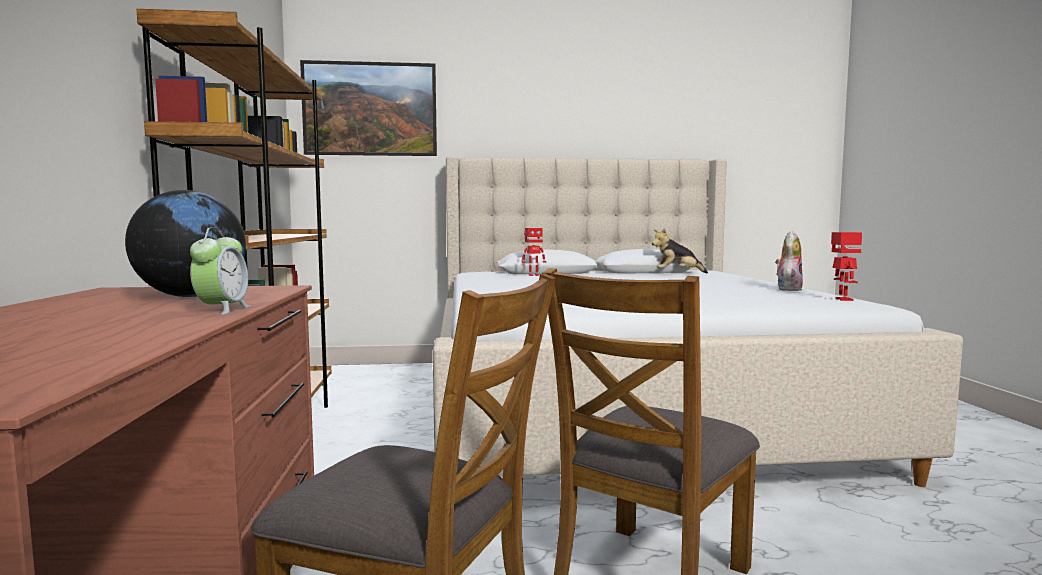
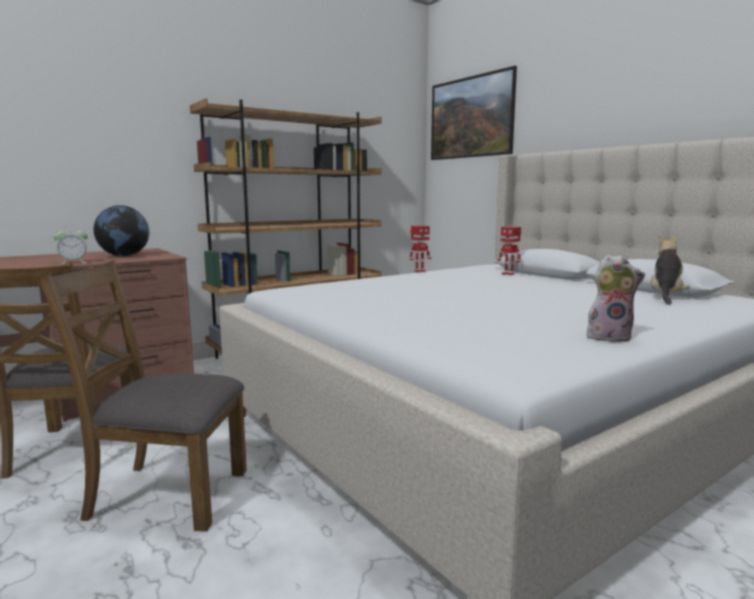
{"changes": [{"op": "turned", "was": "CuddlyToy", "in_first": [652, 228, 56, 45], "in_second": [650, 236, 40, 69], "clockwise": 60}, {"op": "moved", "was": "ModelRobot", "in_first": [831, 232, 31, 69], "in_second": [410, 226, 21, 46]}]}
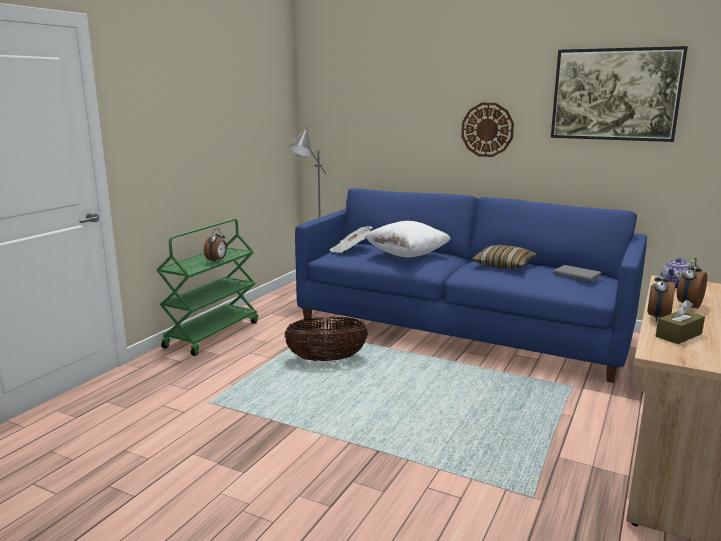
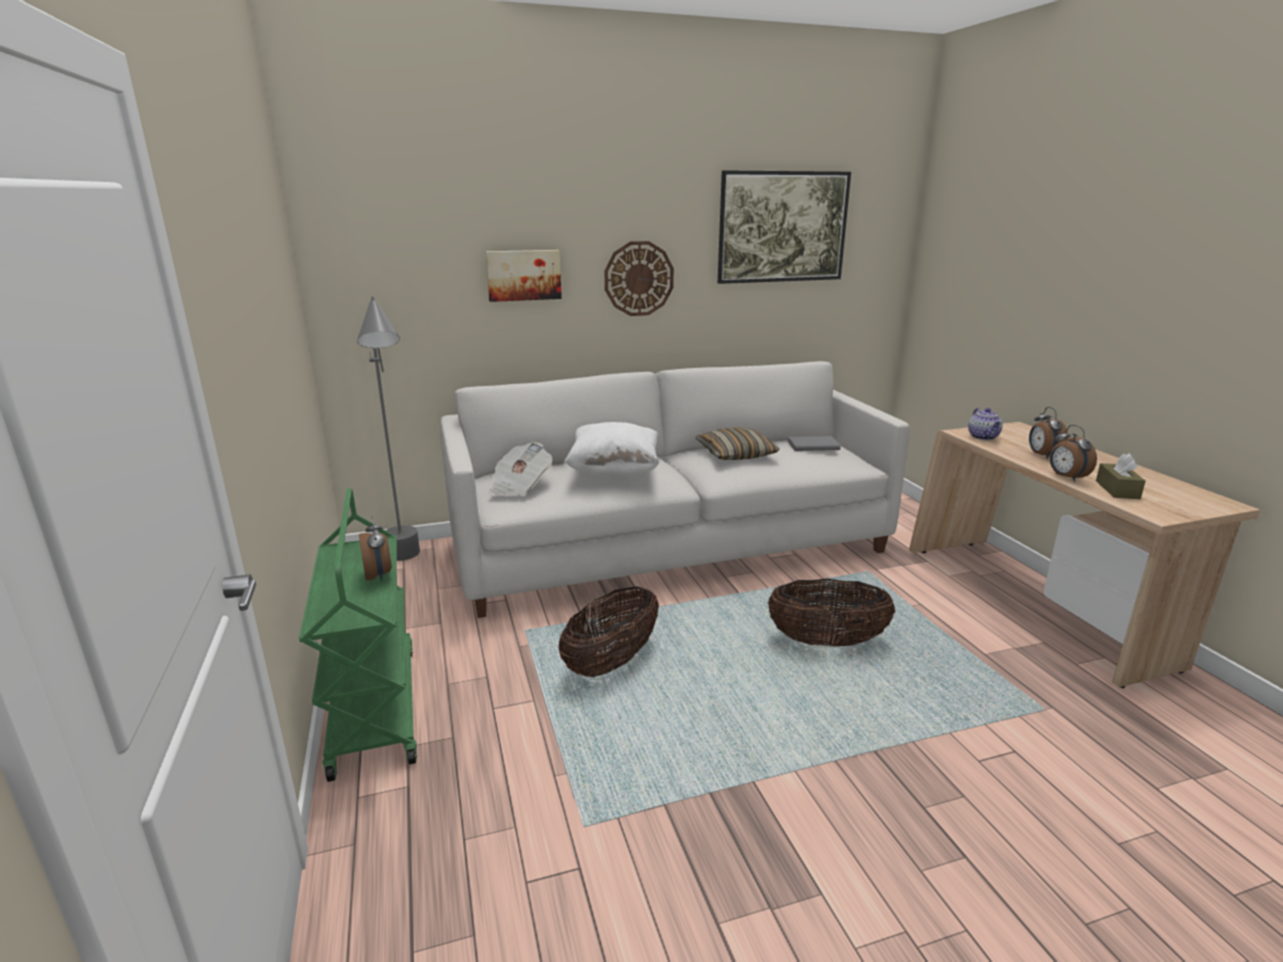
{"changes": [{"op": "recoloured", "was": "BluishCouch", "now": "WhiteCouch", "in_first": [295, 188, 352, 195], "in_second": [440, 361, 470, 257]}, {"op": "added", "now": "Picture", "in_second": [485, 250, 77, 52]}, {"op": "added", "now": "Basket", "in_second": [768, 579, 128, 68]}]}
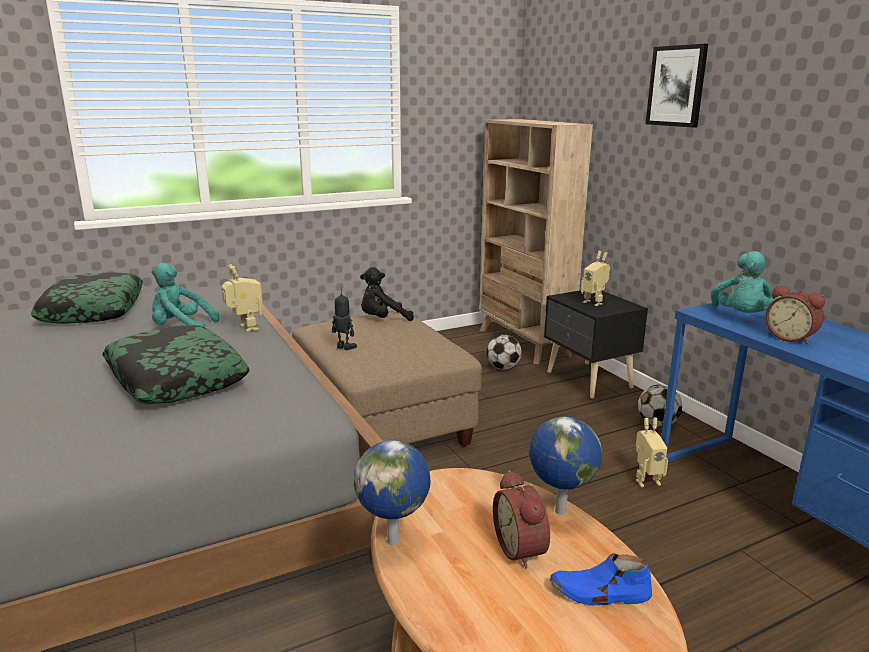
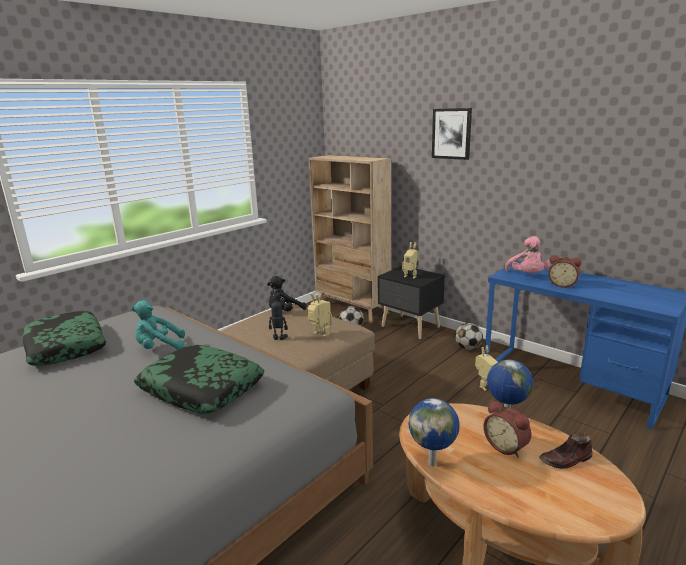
{"changes": [{"op": "moved", "was": "ModelRobot", "in_first": [221, 264, 42, 68], "in_second": [307, 293, 25, 44]}, {"op": "recoloured", "was": "BluishShoe", "now": "BrownColouredShoe", "in_first": [550, 553, 102, 53], "in_second": [539, 433, 54, 36]}, {"op": "recoloured", "was": "TurquoiseColouredCuddlyToy", "now": "PinkishCuddlyToy", "in_first": [711, 251, 70, 62], "in_second": [505, 236, 46, 37]}]}
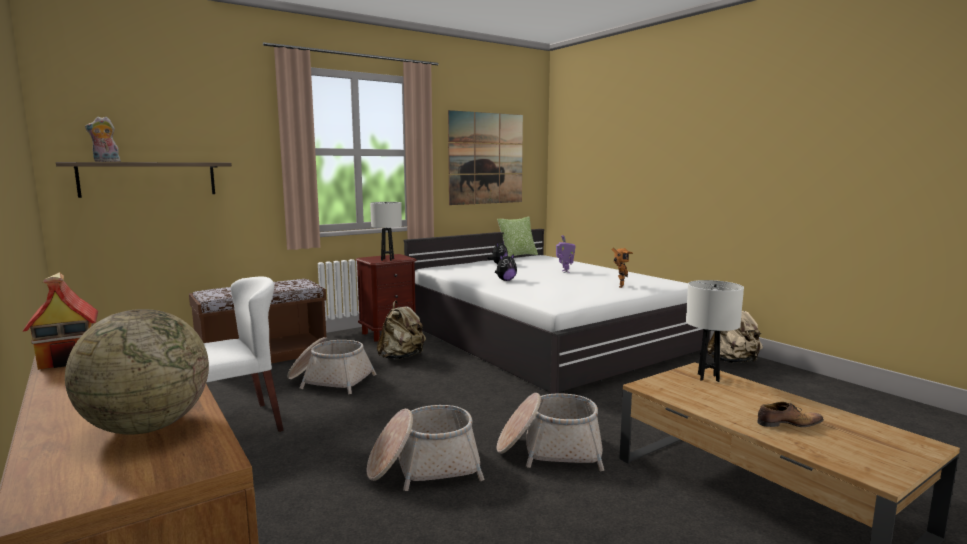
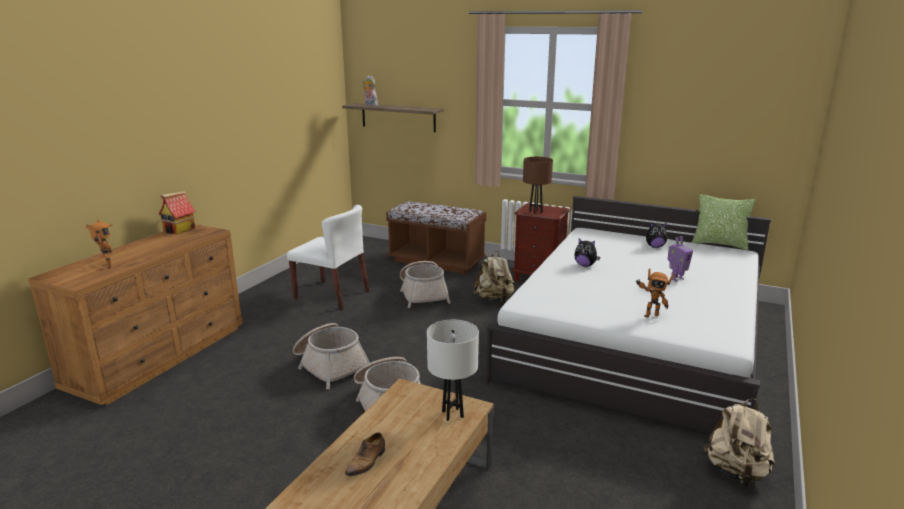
{"changes": [{"op": "replaced", "was": "Globe", "now": "ModelRobot", "in_first": [65, 309, 144, 126], "in_second": [85, 220, 28, 49]}, {"op": "recoloured", "was": "WhiteLampForATable", "now": "BrownColouredLampForATable", "in_first": [370, 202, 32, 59], "in_second": [523, 157, 30, 57]}, {"op": "removed", "was": "Picture", "in_first": [448, 110, 75, 95]}, {"op": "turned", "was": "Shoe", "in_first": [757, 402, 67, 25], "in_second": [345, 432, 40, 48], "clockwise": 60}]}
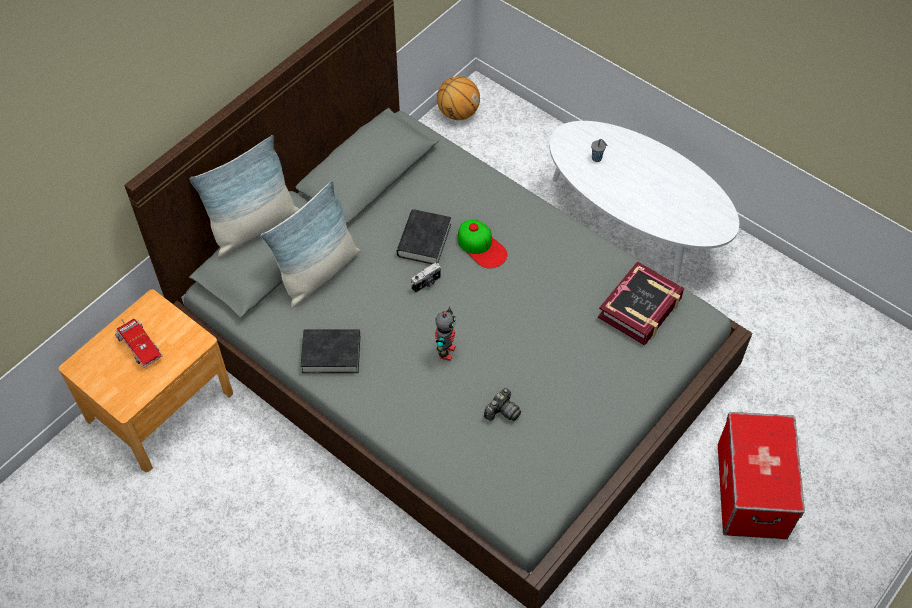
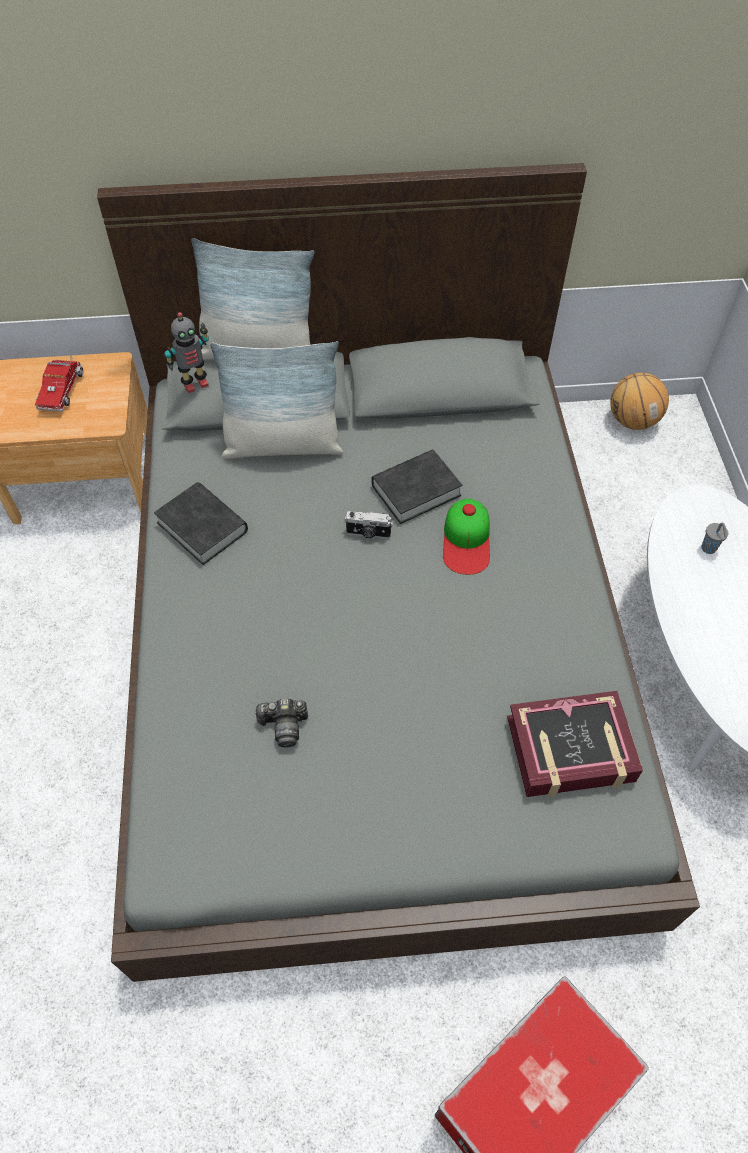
{"changes": [{"op": "moved", "was": "ModelRobot", "in_first": [435, 307, 21, 54], "in_second": [165, 312, 44, 81]}]}
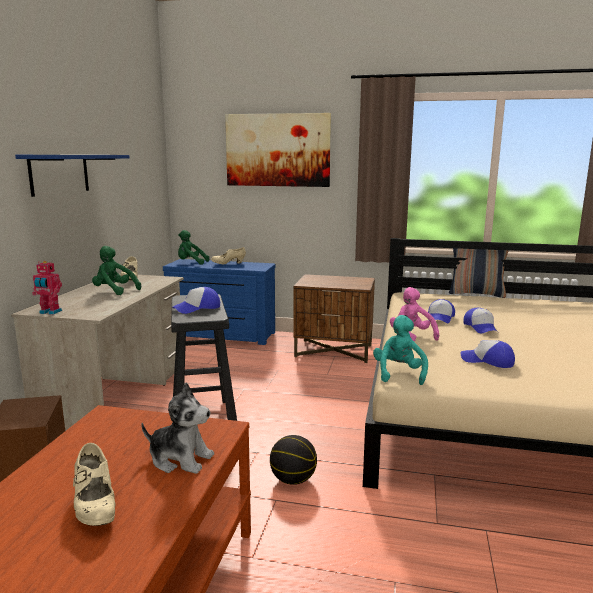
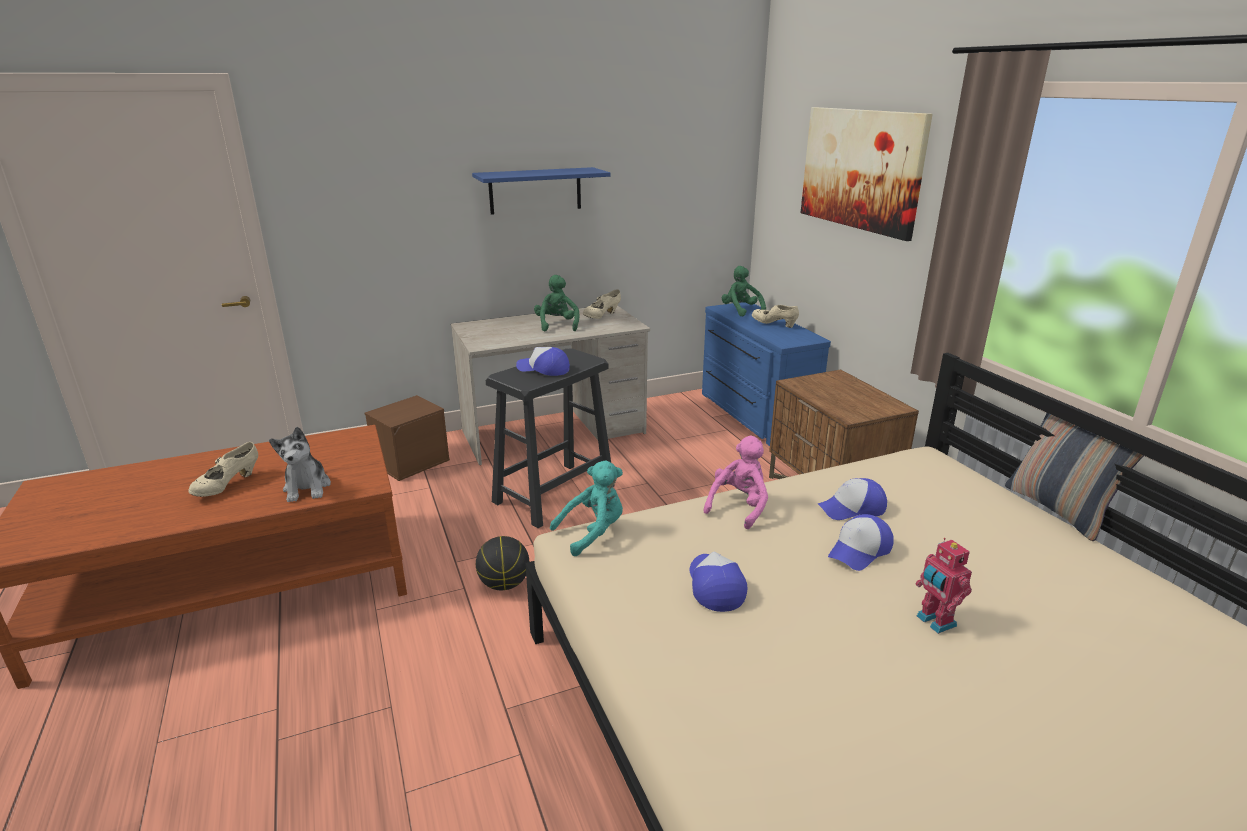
{"changes": [{"op": "moved", "was": "ModelRobot", "in_first": [32, 261, 30, 54], "in_second": [915, 538, 57, 96]}]}
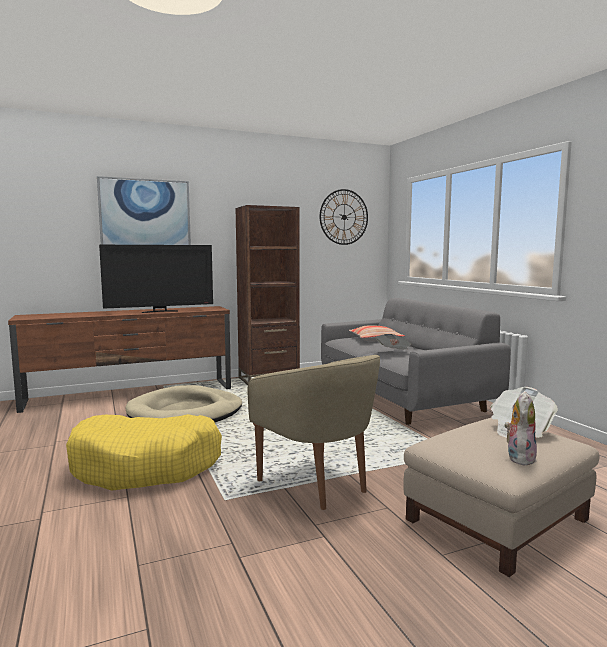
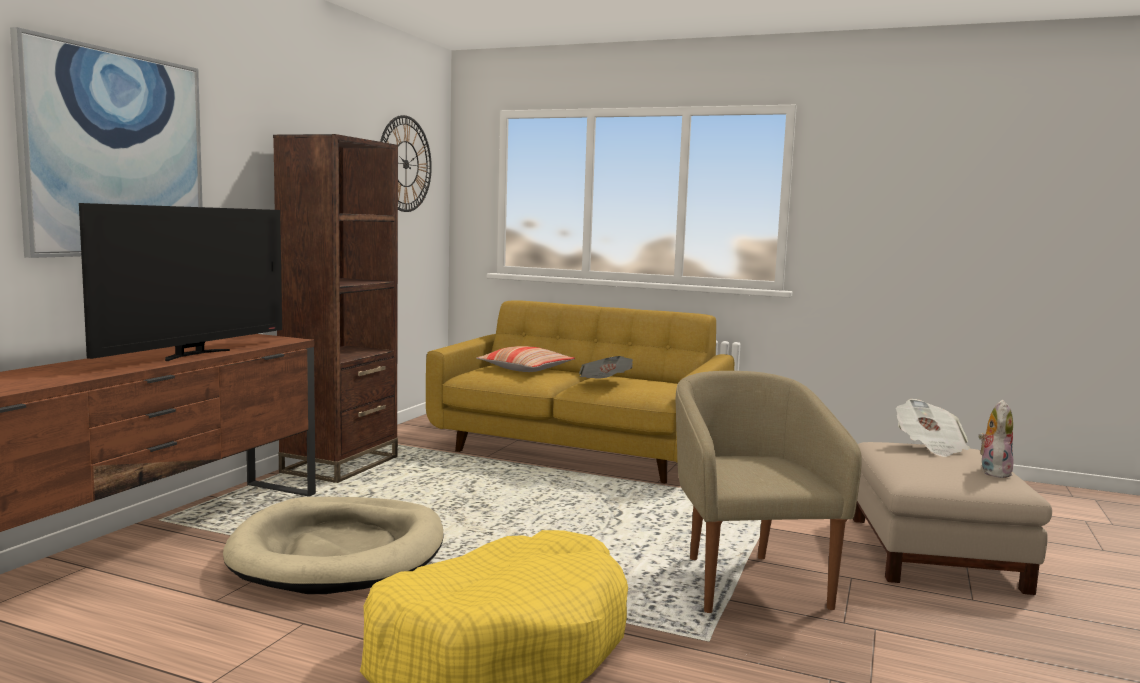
{"changes": [{"op": "turned", "was": "BeigeColouredEasyChair", "in_first": [248, 355, 132, 155], "in_second": [675, 371, 187, 242], "clockwise": -105}, {"op": "recoloured", "was": "GreyishCouch", "now": "YellowColouredCouch", "in_first": [321, 298, 190, 127], "in_second": [426, 300, 308, 183]}, {"op": "turned", "was": "CuddlyToy", "in_first": [504, 391, 33, 74], "in_second": [979, 400, 34, 78], "clockwise": 45}]}
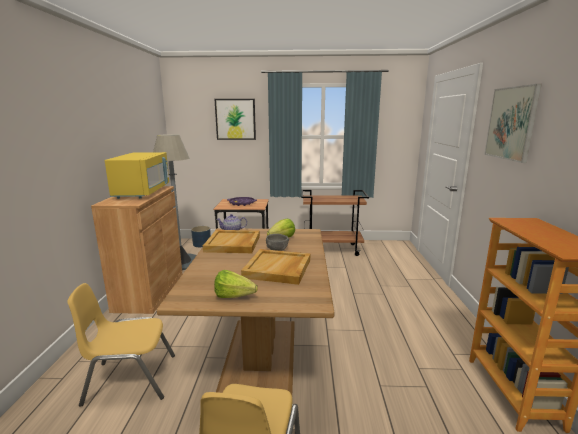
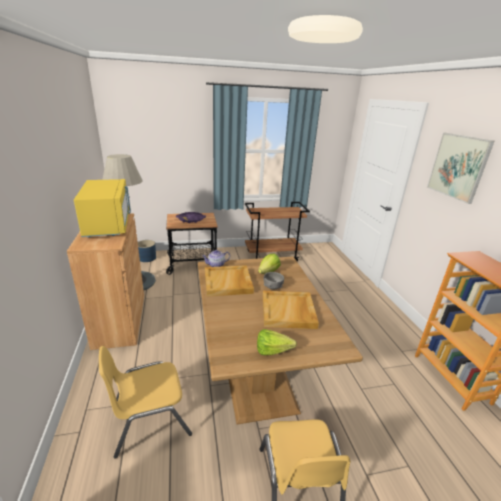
{"changes": [{"op": "removed", "was": "Picture", "in_first": [215, 99, 41, 41]}]}
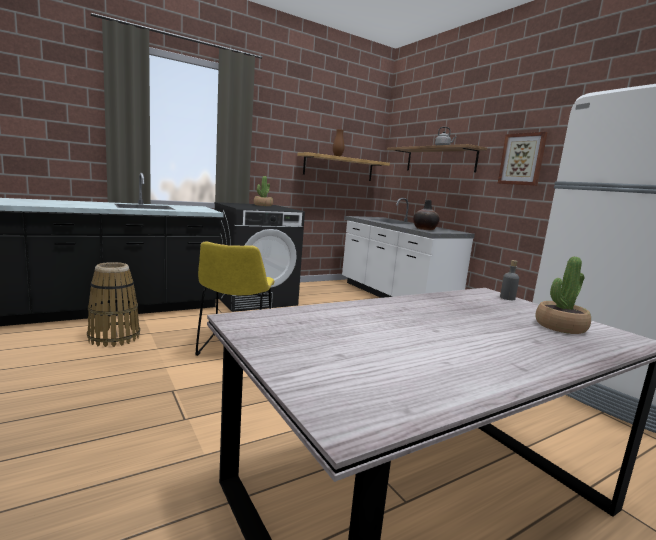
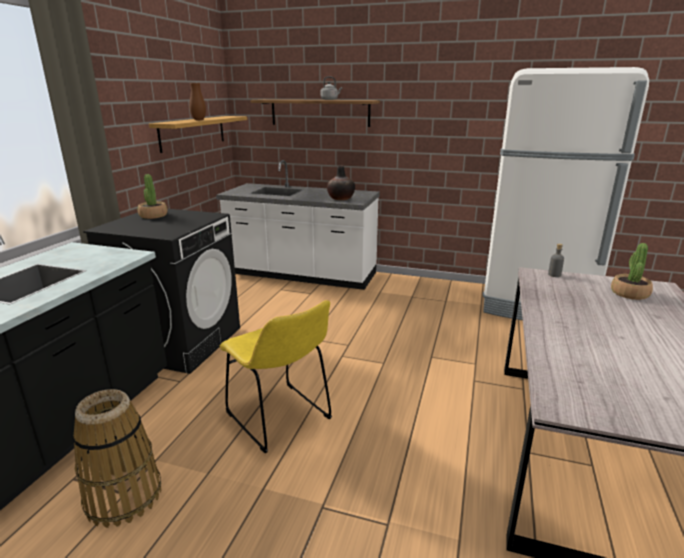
{"changes": [{"op": "removed", "was": "Picture", "in_first": [498, 132, 50, 54]}]}
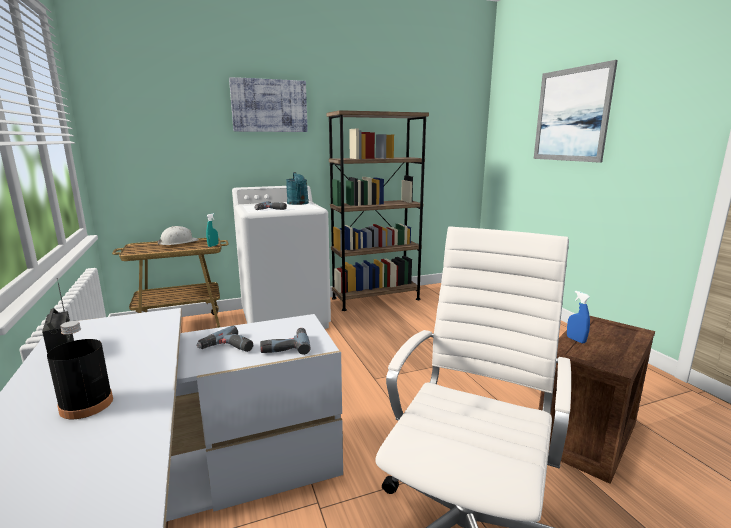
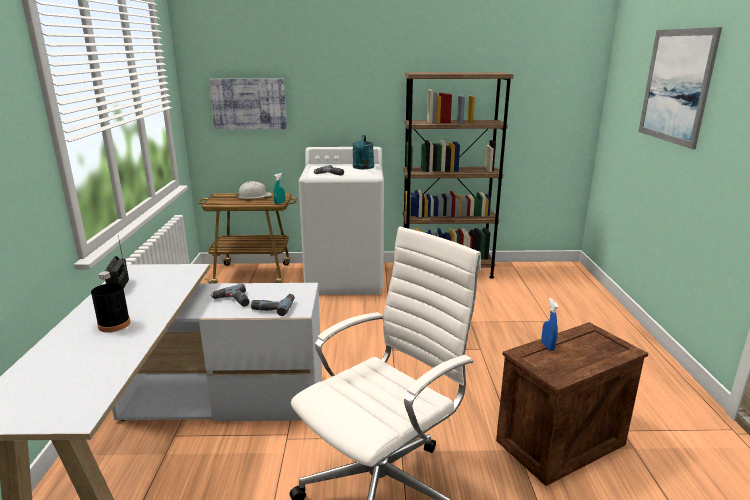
{"changes": [{"op": "moved", "was": "Picture", "in_first": [229, 77, 79, 55], "in_second": [209, 79, 78, 50]}]}
